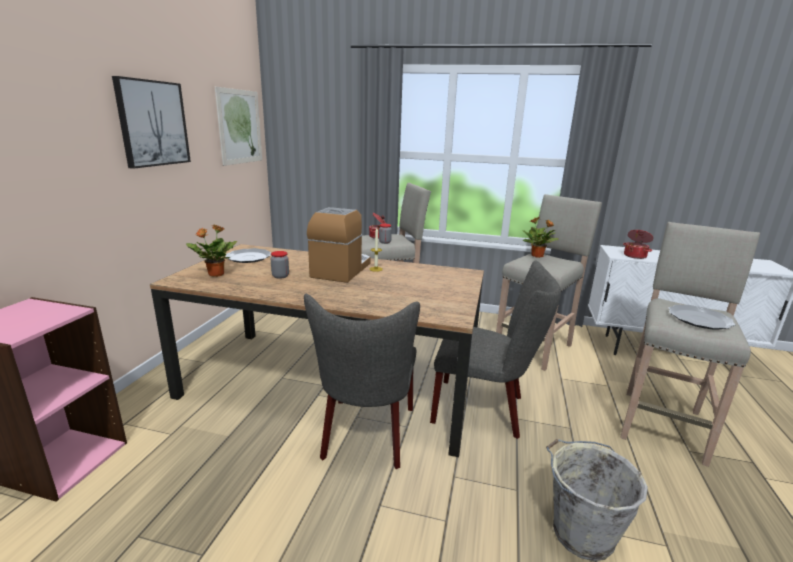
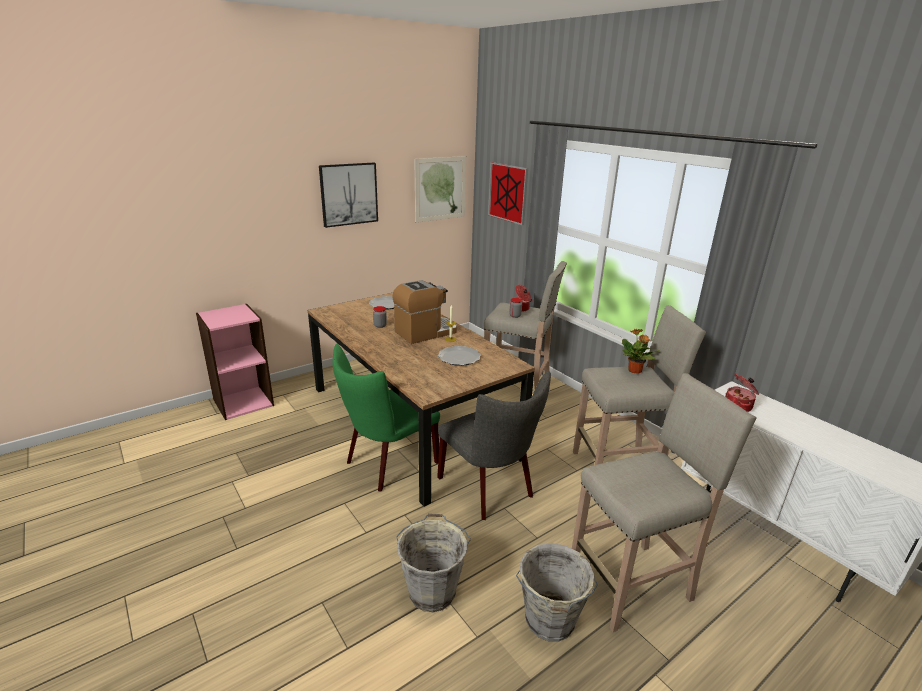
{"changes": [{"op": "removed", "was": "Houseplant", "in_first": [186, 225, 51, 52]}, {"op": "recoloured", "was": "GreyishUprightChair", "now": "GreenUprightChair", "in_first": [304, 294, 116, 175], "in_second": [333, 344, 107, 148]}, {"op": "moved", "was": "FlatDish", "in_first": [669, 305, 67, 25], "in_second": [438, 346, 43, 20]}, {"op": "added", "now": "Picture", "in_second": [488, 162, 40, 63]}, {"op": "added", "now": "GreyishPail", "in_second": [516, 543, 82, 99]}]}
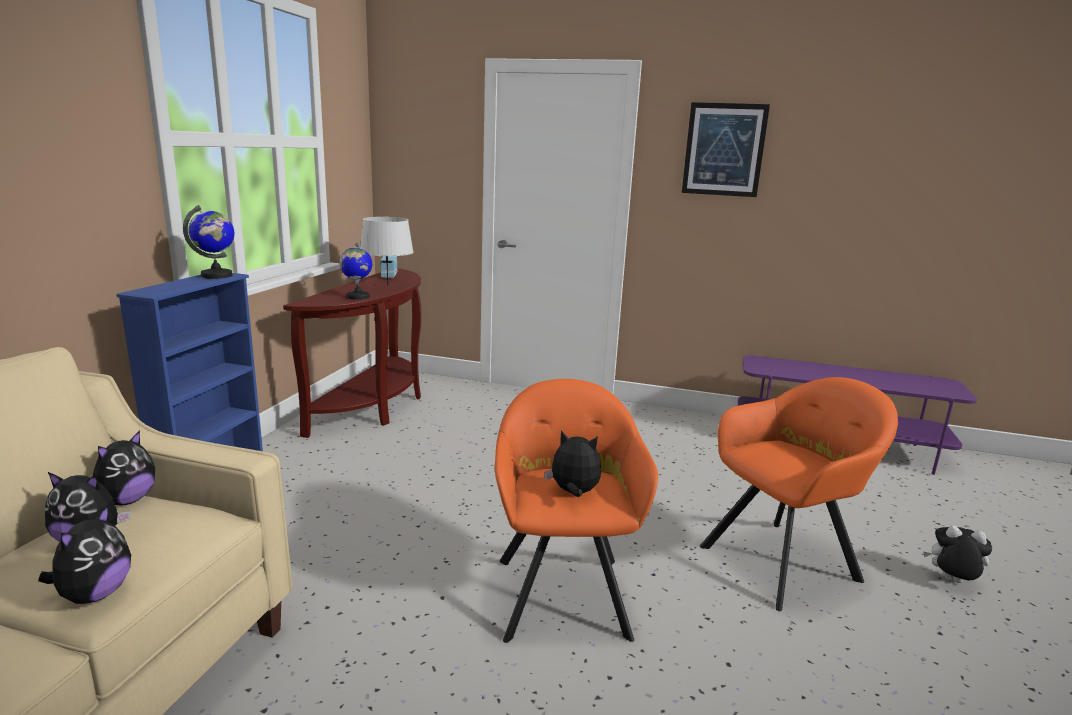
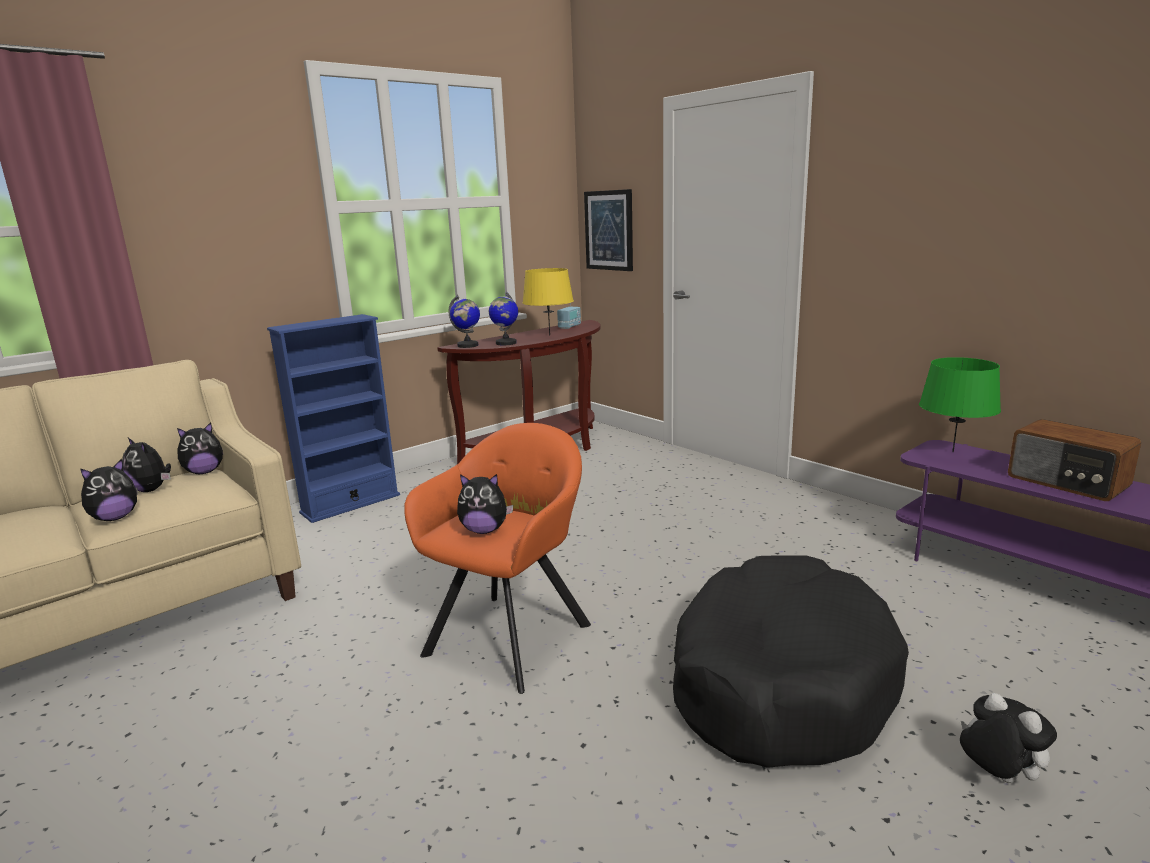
{"changes": [{"op": "moved", "was": "Globe", "in_first": [183, 205, 51, 74], "in_second": [448, 295, 32, 53]}, {"op": "recoloured", "was": "GreyishLampForATable", "now": "YellowColouredLampForATable", "in_first": [360, 217, 54, 69], "in_second": [523, 268, 51, 68]}, {"op": "turned", "was": "CuddlyToy", "in_first": [544, 430, 57, 67], "in_second": [457, 474, 56, 60], "clockwise": 135}, {"op": "moved", "was": "Picture", "in_first": [682, 102, 88, 95], "in_second": [584, 189, 49, 82]}, {"op": "replaced", "was": "OrangeColouredEasyChair", "now": "BlackishPetBed", "in_first": [700, 377, 198, 234], "in_second": [673, 555, 236, 213]}, {"op": "added", "now": "GreenLampForATable", "in_second": [919, 357, 82, 95]}, {"op": "added", "now": "Radio", "in_second": [1008, 419, 133, 82]}]}
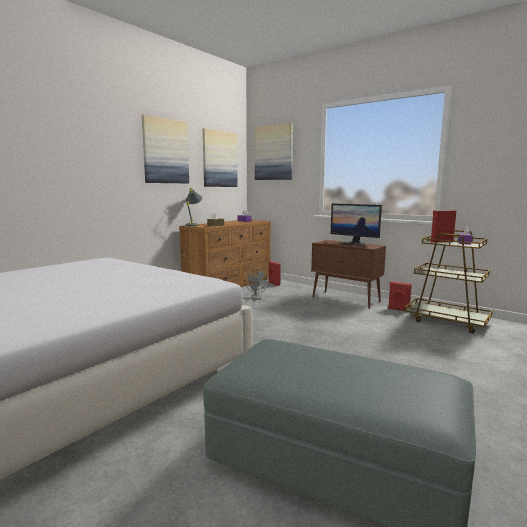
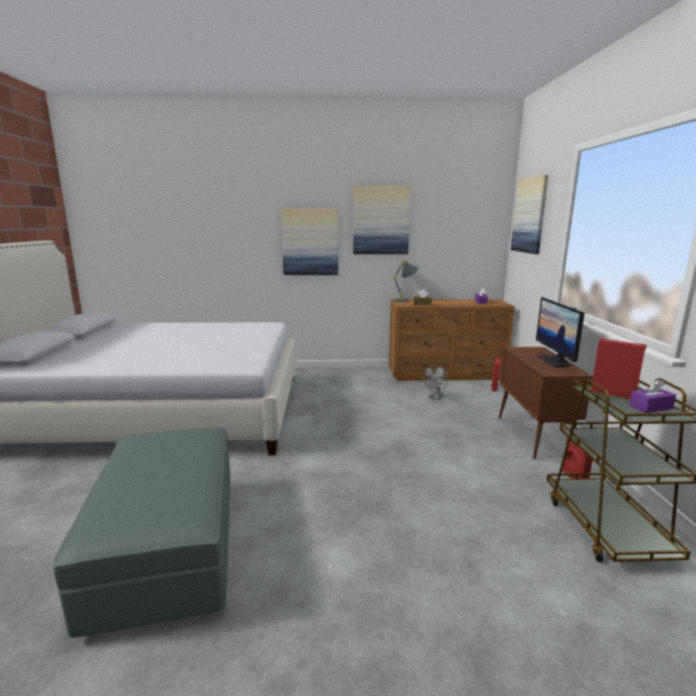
{"changes": [{"op": "moved", "was": "Picture", "in_first": [203, 128, 35, 59], "in_second": [281, 208, 57, 67]}]}
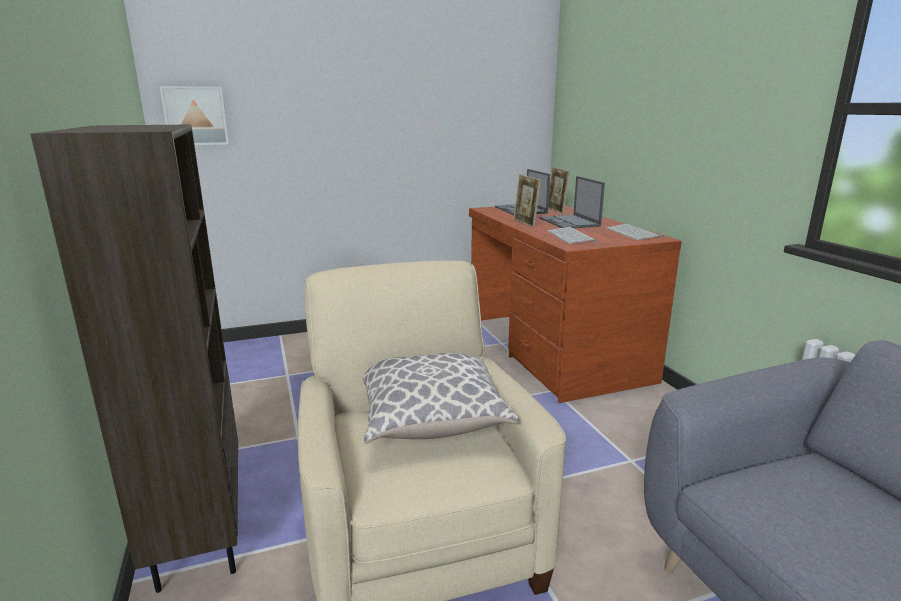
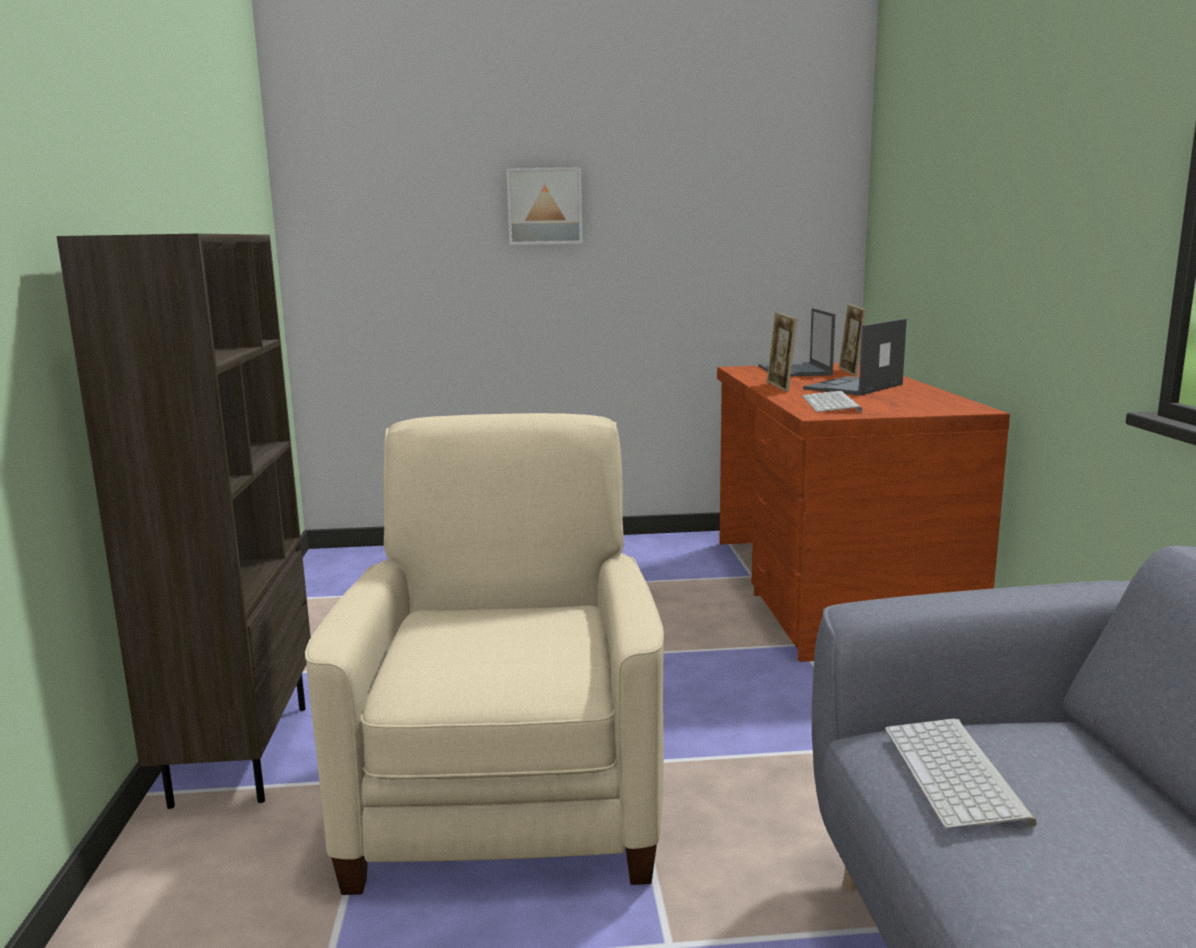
{"changes": [{"op": "moved", "was": "Picture", "in_first": [160, 86, 69, 59], "in_second": [506, 167, 77, 78]}, {"op": "removed", "was": "Pillow", "in_first": [363, 353, 156, 91]}, {"op": "turned", "was": "PortableComputer", "in_first": [540, 176, 65, 52], "in_second": [803, 319, 104, 77], "clockwise": 45}, {"op": "moved", "was": "PcKeyboard", "in_first": [606, 224, 56, 16], "in_second": [885, 718, 152, 111]}]}
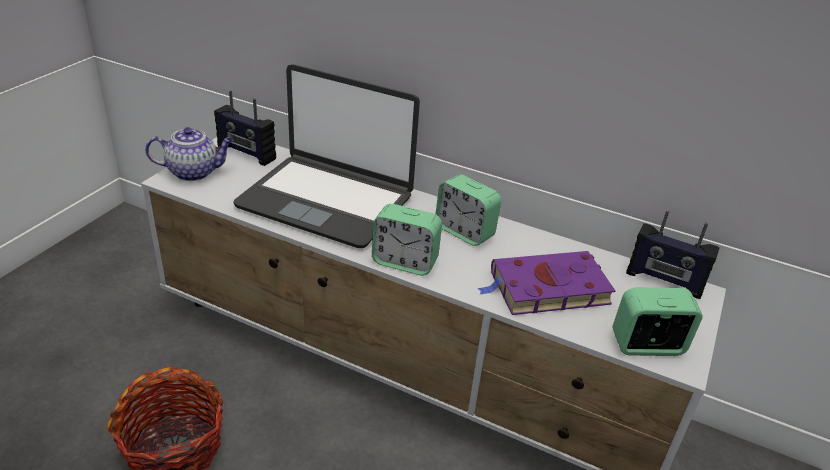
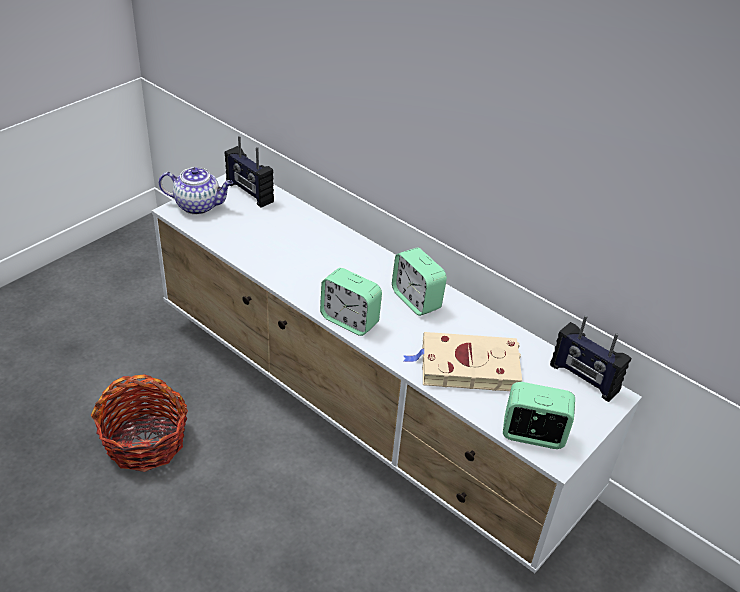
{"changes": [{"op": "removed", "was": "PortableComputer", "in_first": [233, 64, 187, 184]}, {"op": "recoloured", "was": "PurplishBoundBook", "now": "BeigeColouredBoundBook", "in_first": [477, 251, 139, 64], "in_second": [403, 332, 119, 59]}]}
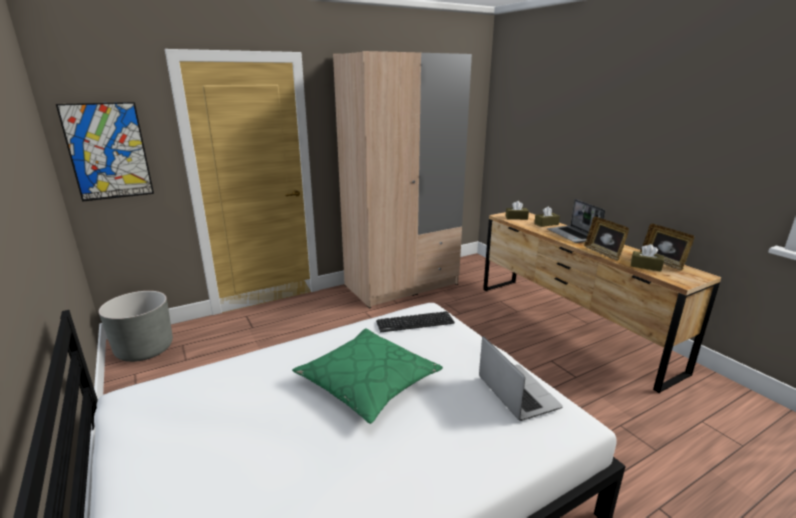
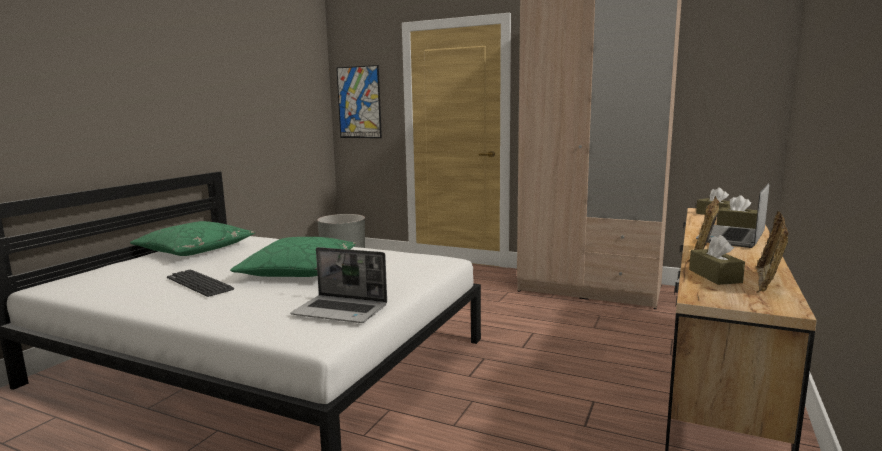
{"changes": [{"op": "moved", "was": "PcKeyboard", "in_first": [376, 311, 79, 21], "in_second": [167, 270, 67, 27]}, {"op": "turned", "was": "PortableComputer", "in_first": [479, 336, 84, 85], "in_second": [290, 247, 97, 76], "clockwise": 75}, {"op": "added", "now": "GreenPillow", "in_second": [130, 221, 125, 35]}]}
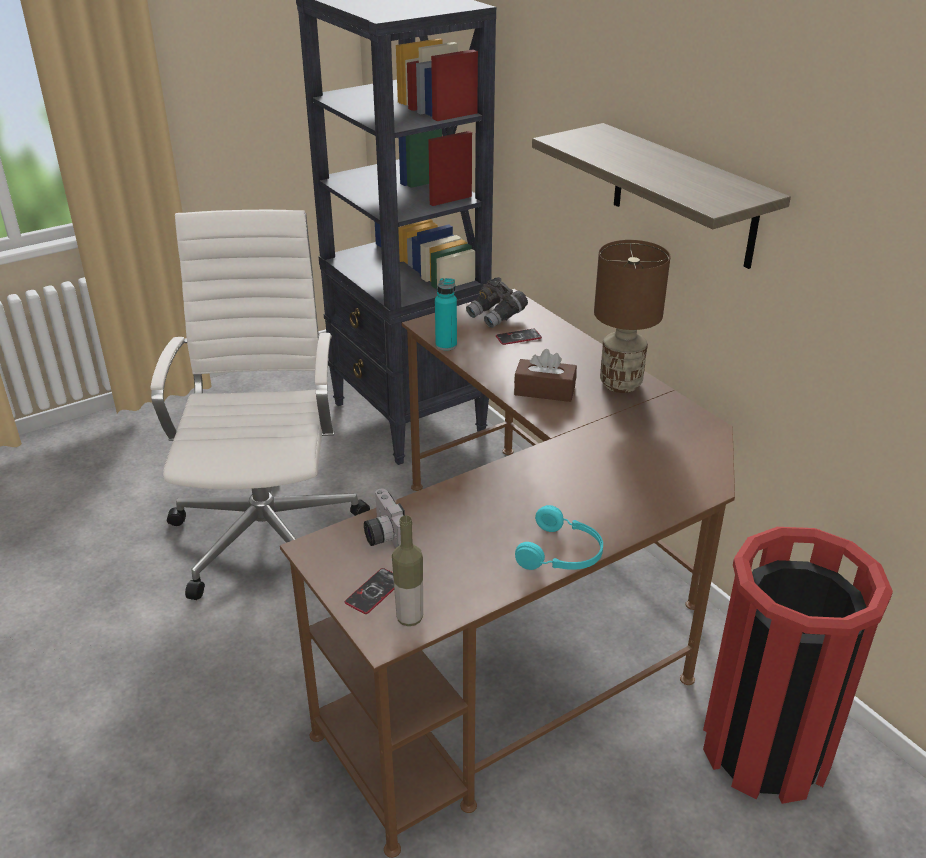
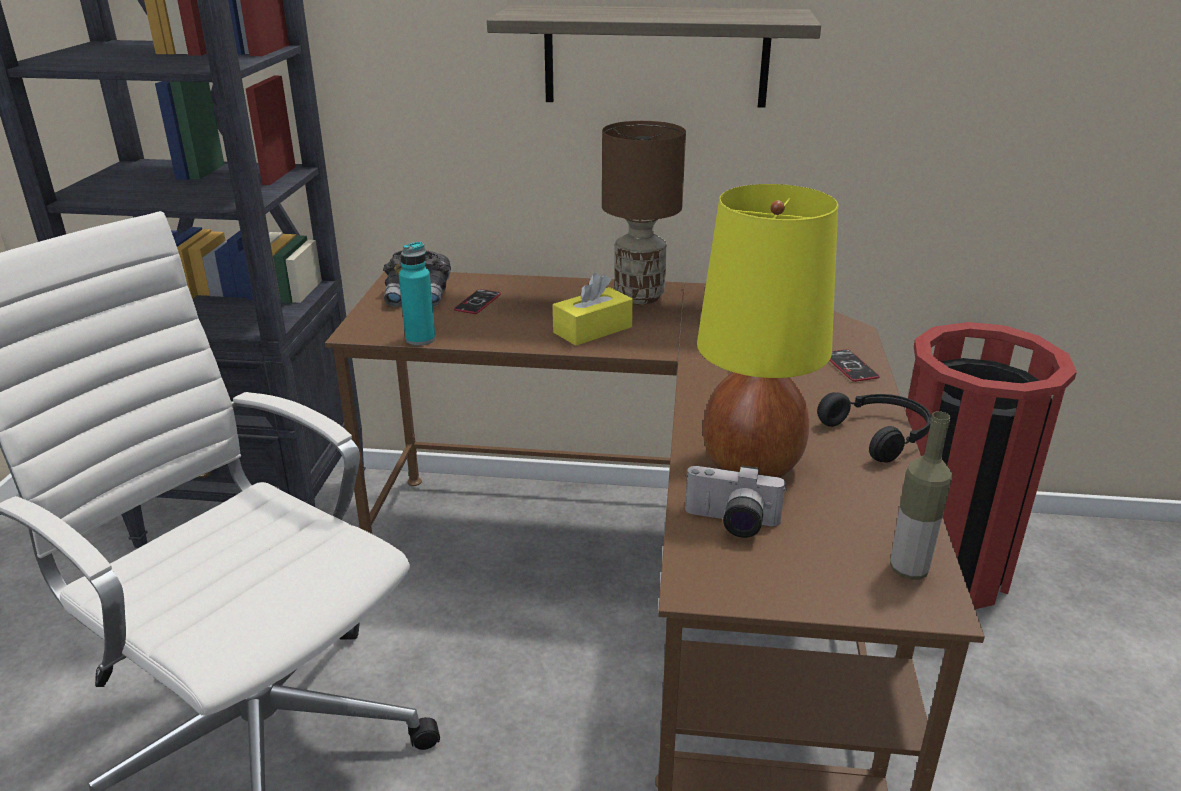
{"changes": [{"op": "moved", "was": "Handset", "in_first": [345, 568, 49, 46], "in_second": [829, 349, 51, 33]}, {"op": "recoloured", "was": "BrownColouredTissueHolder", "now": "YellowColouredTissueHolder", "in_first": [514, 349, 63, 53], "in_second": [553, 273, 80, 73]}, {"op": "recoloured", "was": "TurquoiseColouredHeadphones", "now": "BlackishHeadphones", "in_first": [515, 505, 88, 65], "in_second": [817, 392, 114, 71]}, {"op": "added", "now": "YellowColouredLampForATable", "in_second": [697, 184, 141, 294]}]}
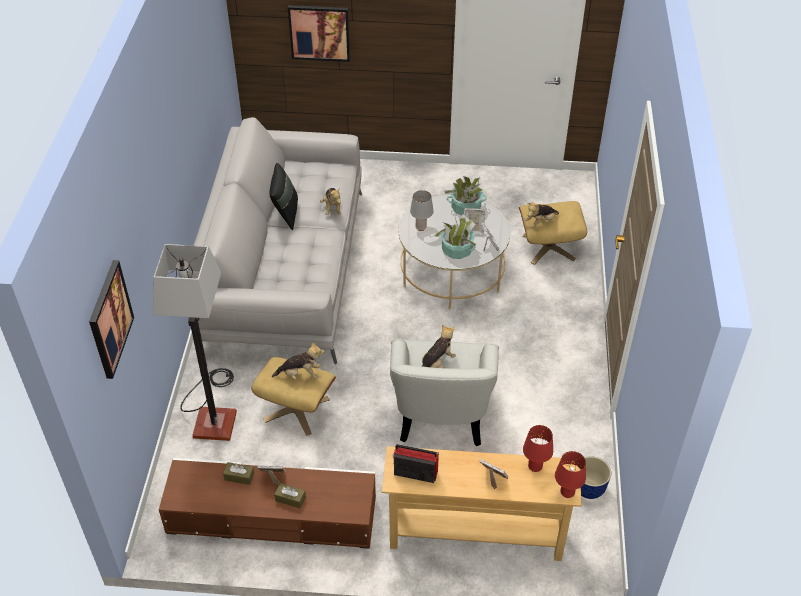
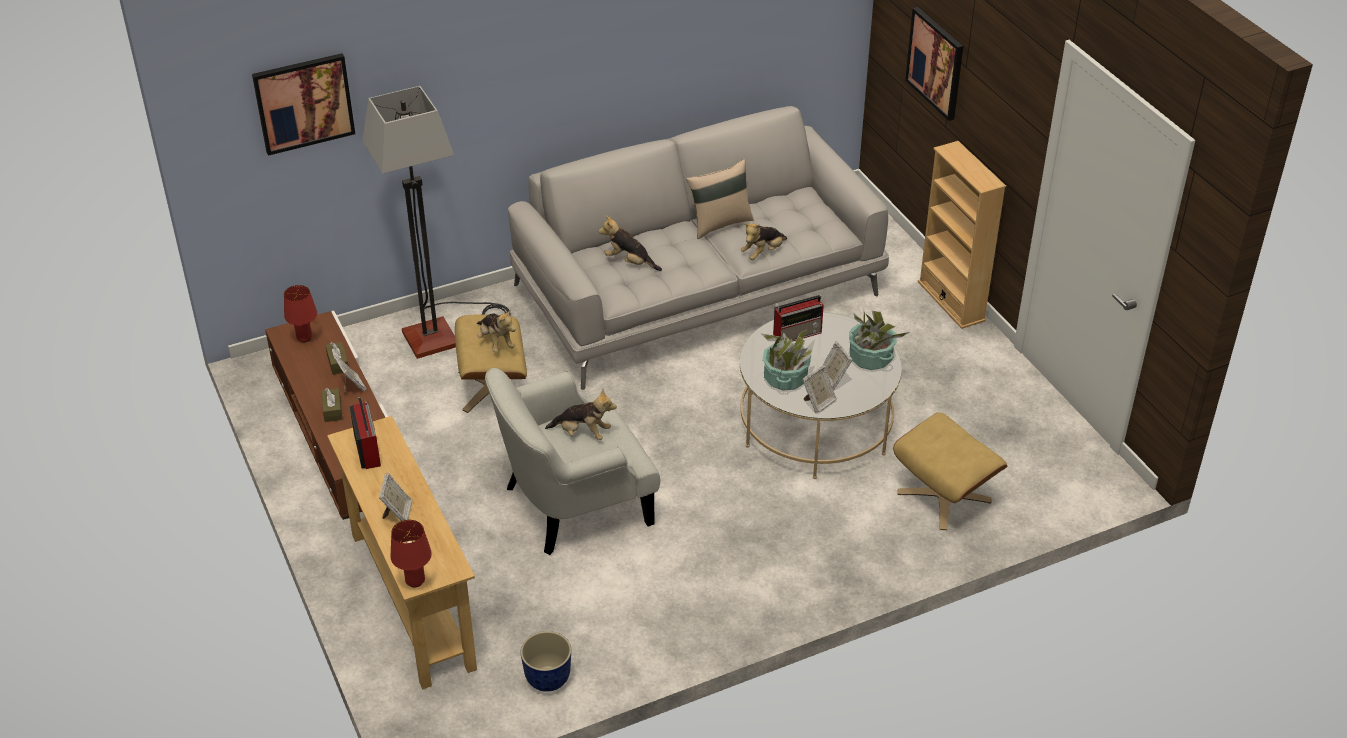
{"changes": [{"op": "recoloured", "was": "BlackishPillow", "now": "BeigeColouredPillow", "in_first": [269, 163, 29, 67], "in_second": [686, 159, 68, 80]}, {"op": "replaced", "was": "GreyishLampForATable", "now": "Radio", "in_first": [410, 190, 24, 41], "in_second": [773, 295, 51, 48]}, {"op": "moved", "was": "RedColouredLampForATable", "in_first": [523, 425, 30, 47], "in_second": [284, 285, 33, 58]}, {"op": "moved", "was": "CuddlyToy", "in_first": [524, 203, 35, 26], "in_second": [599, 215, 63, 56]}, {"op": "added", "now": "BeigeColouredShelvingUnit", "in_second": [918, 141, 88, 188]}]}
